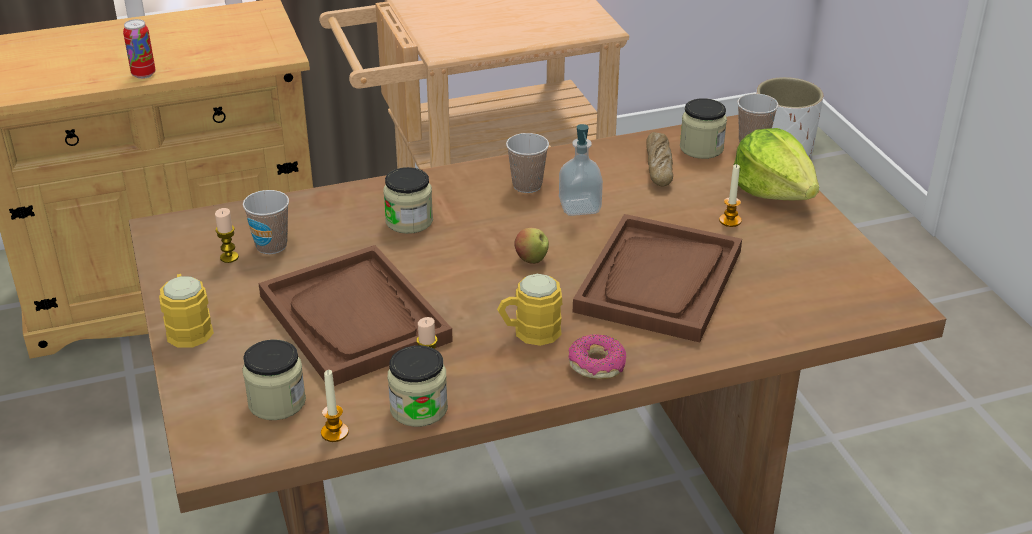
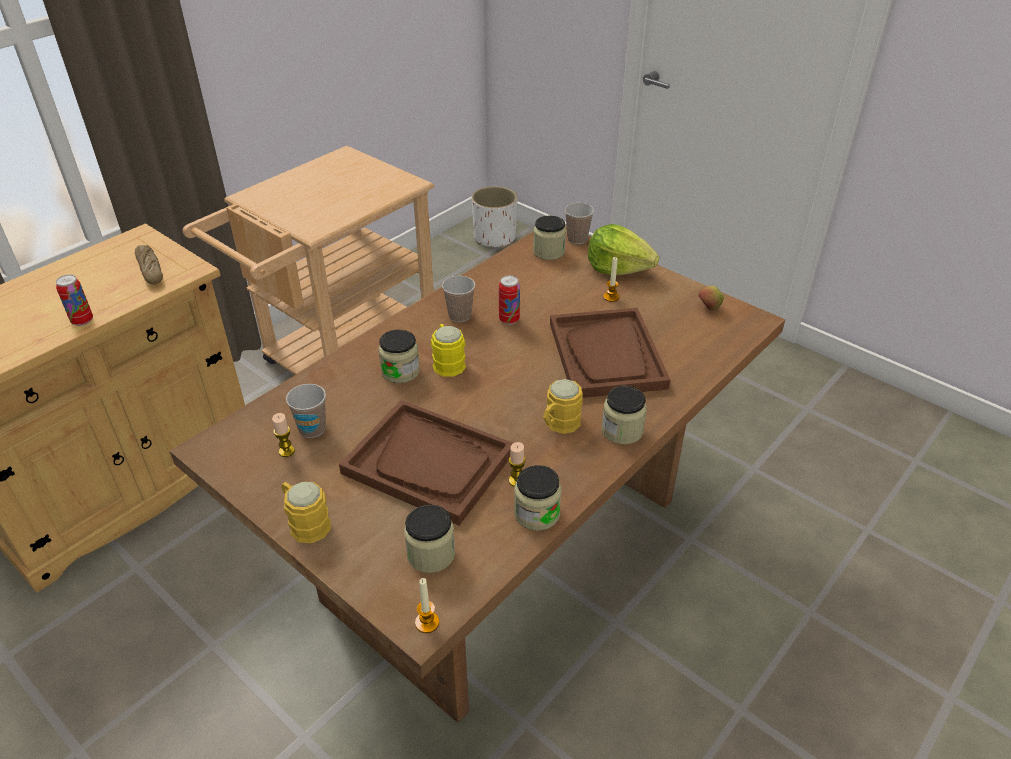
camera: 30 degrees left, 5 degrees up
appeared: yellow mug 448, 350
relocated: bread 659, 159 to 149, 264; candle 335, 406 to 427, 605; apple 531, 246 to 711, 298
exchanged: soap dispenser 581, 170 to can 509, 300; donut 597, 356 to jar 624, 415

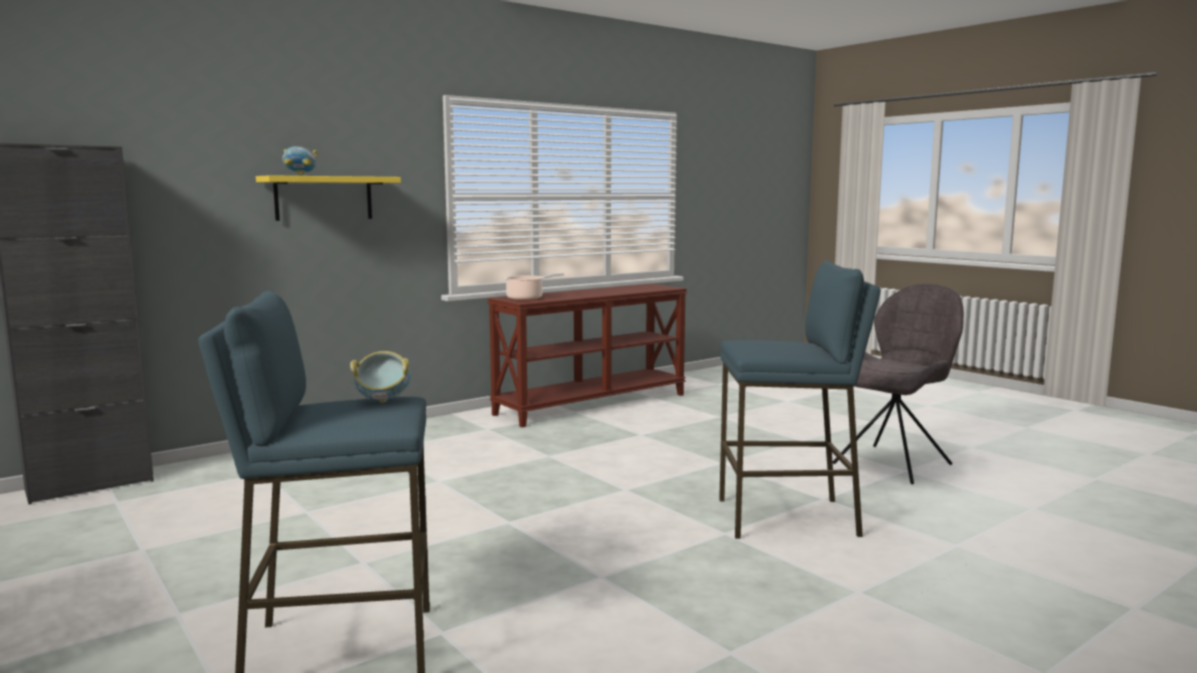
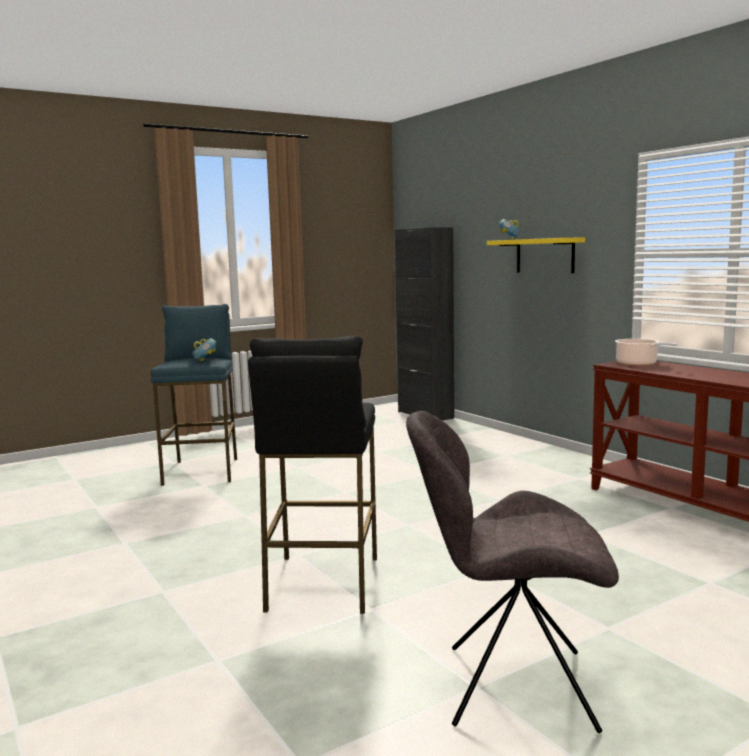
camera: 95 degrees right, 0 degrees up
colour: blue stool 800, 399 to black stool 312, 474
spun: grey chair 898, 384 = 512, 572 135 degrees clockwise

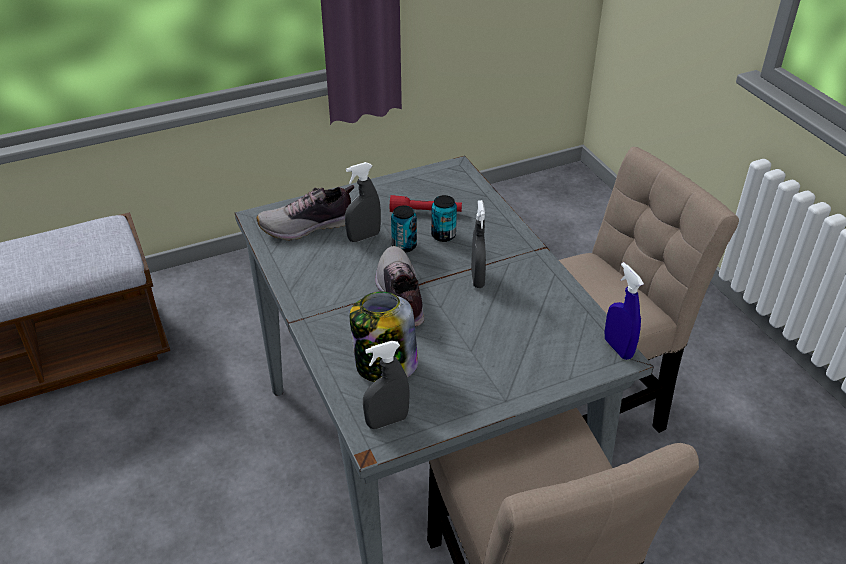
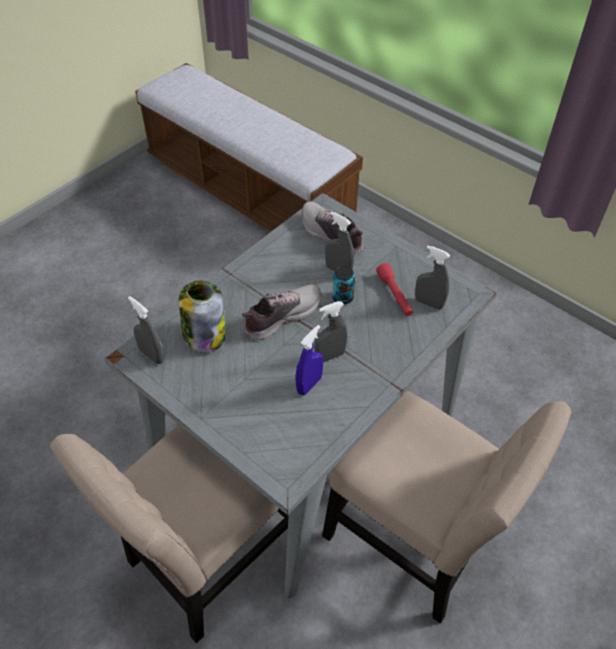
camera: 65 degrees right, 10 degrees up
missing: can 444, 218
appeared: grey spray bottle 432, 278
relocated: blue spray bottle 624, 311 to 309, 360

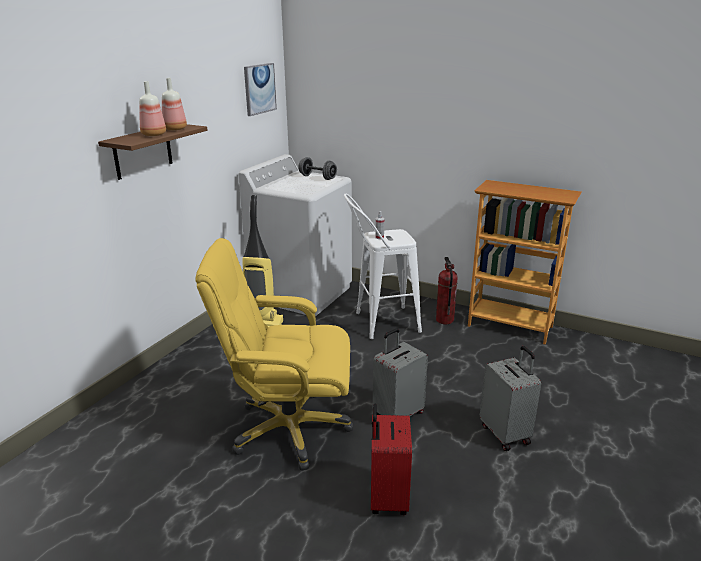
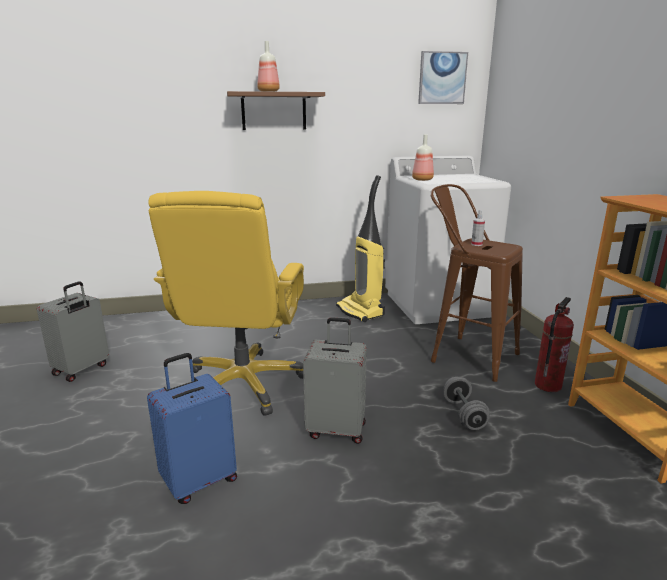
camera: 50 degrees right, 5 degrees down
relocated: grey suitcase 510, 398 to 73, 331; bottle 174, 104 to 423, 158; grey dumbbell 317, 168 to 466, 403
colour: red suitcase 391, 459 to blue suitcase 192, 428; white stool 383, 266 to brown stool 476, 283
spun: yellow office chair 274, 354 = 226, 303 135 degrees counterclockwise

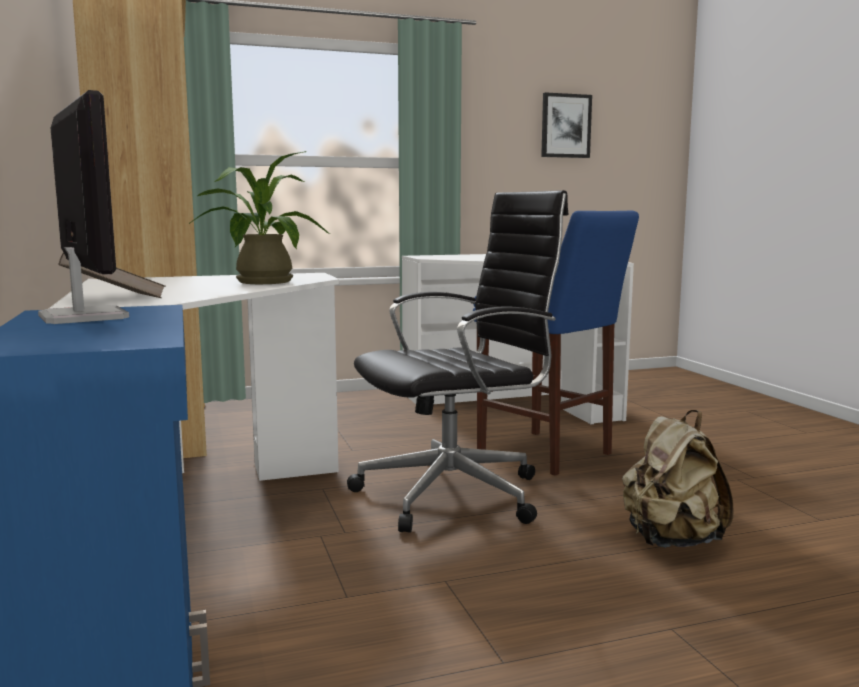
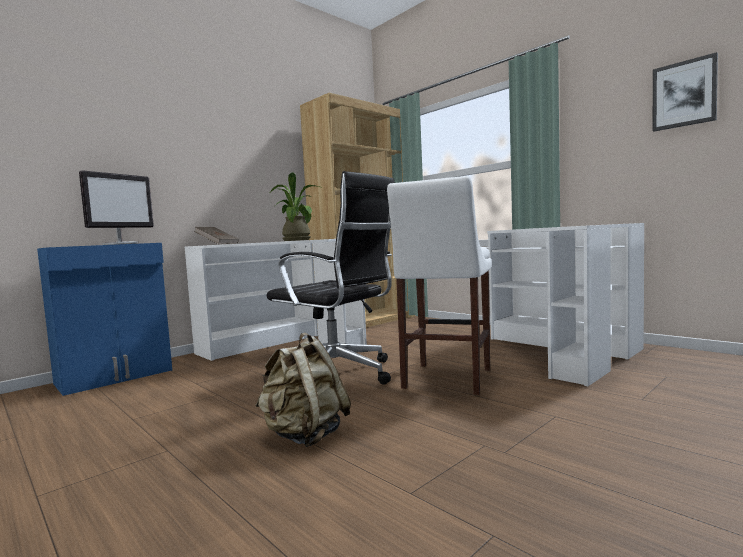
camera: 65 degrees right, 5 degrees down
colour: blue stool 556, 343 to white stool 439, 285

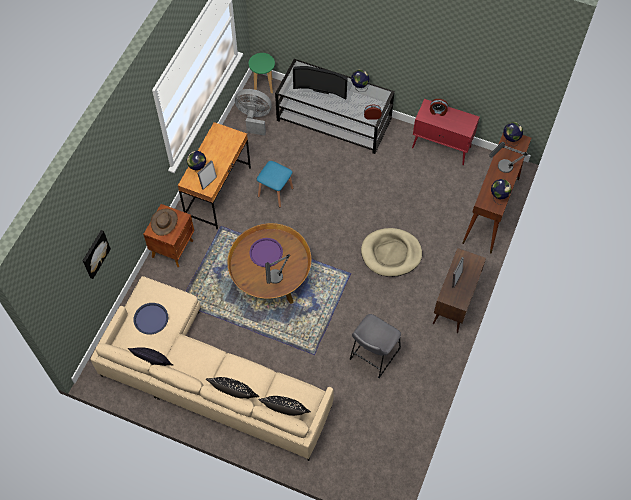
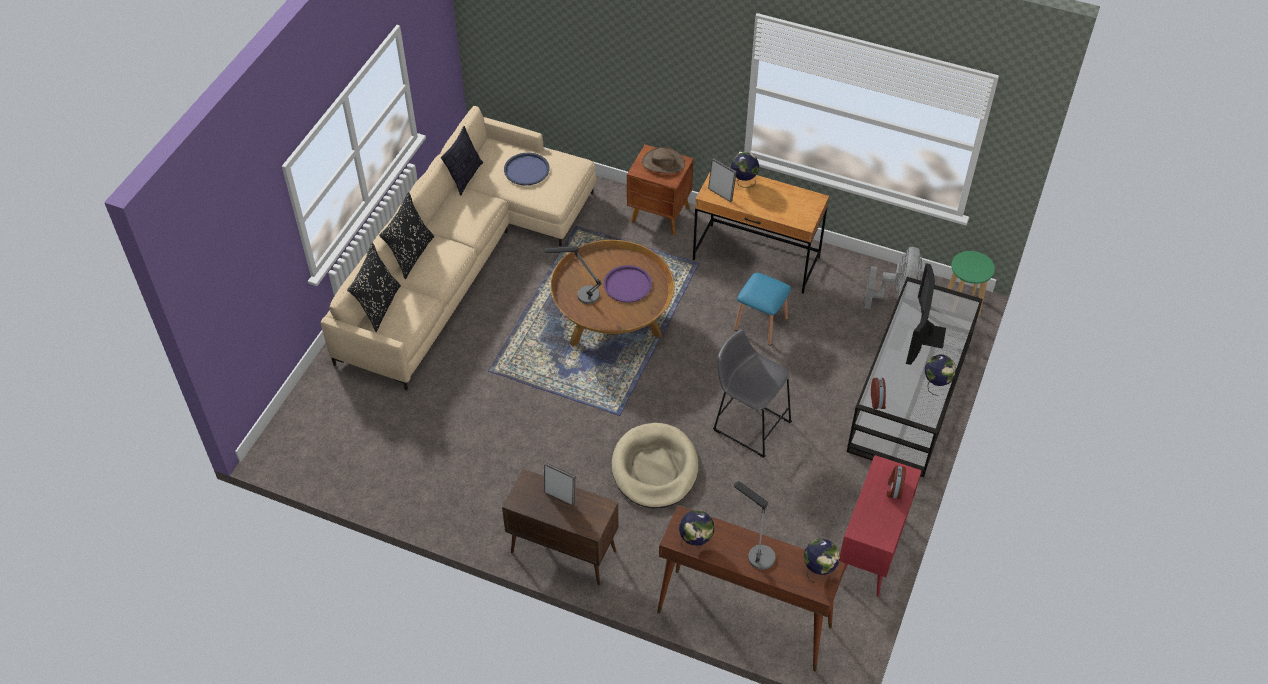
camera: 90 degrees right, 10 degrees down
missing: picture 96, 254
relocated: grey stool 375, 346 to 752, 393

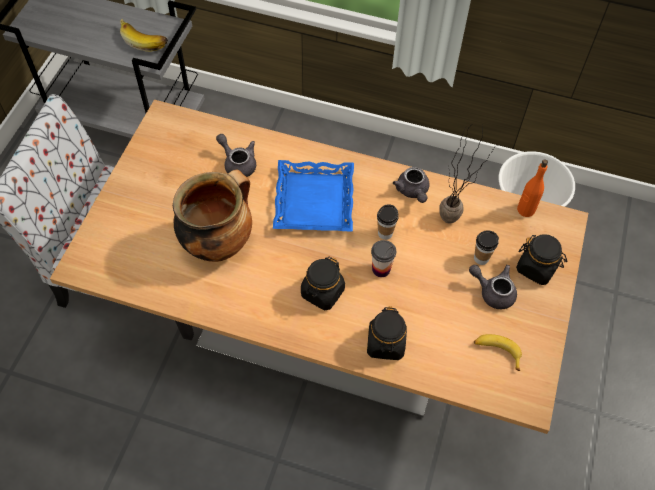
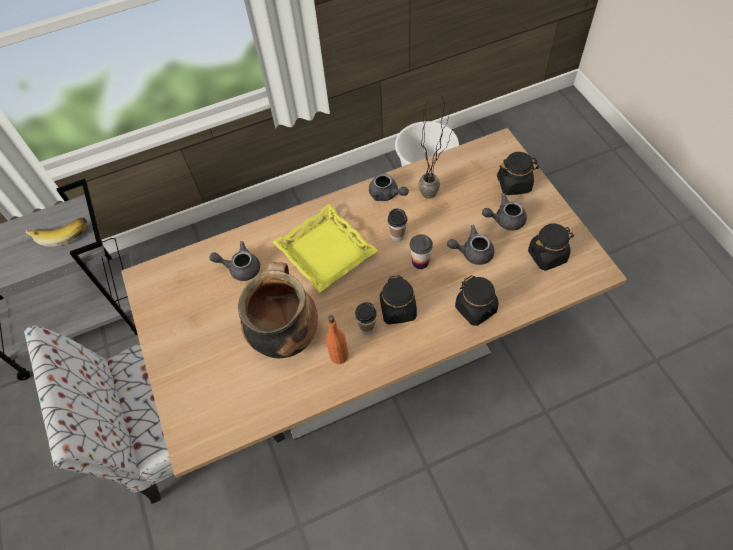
camera: 35 degrees left, 0 degrees up
appeared: grey teapot 471, 245
relocated: orange bottle 532, 188 to 337, 339; cup 486, 248 to 366, 318
exchanged: banana 498, 352 to black jar 551, 247
colour: blue tray 313, 196 to yellow tray 325, 248

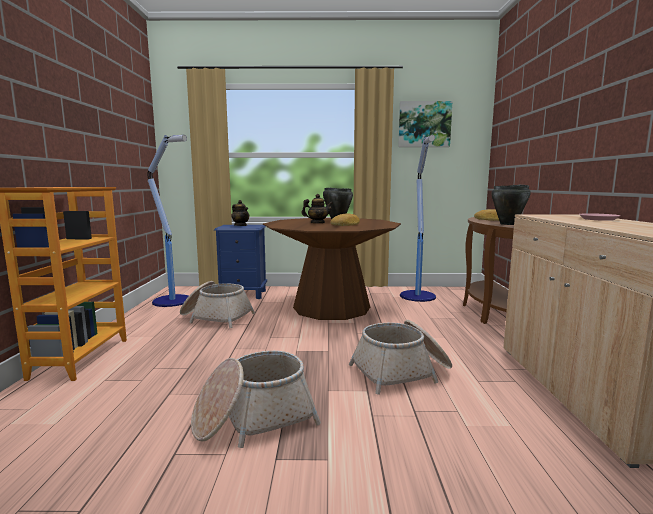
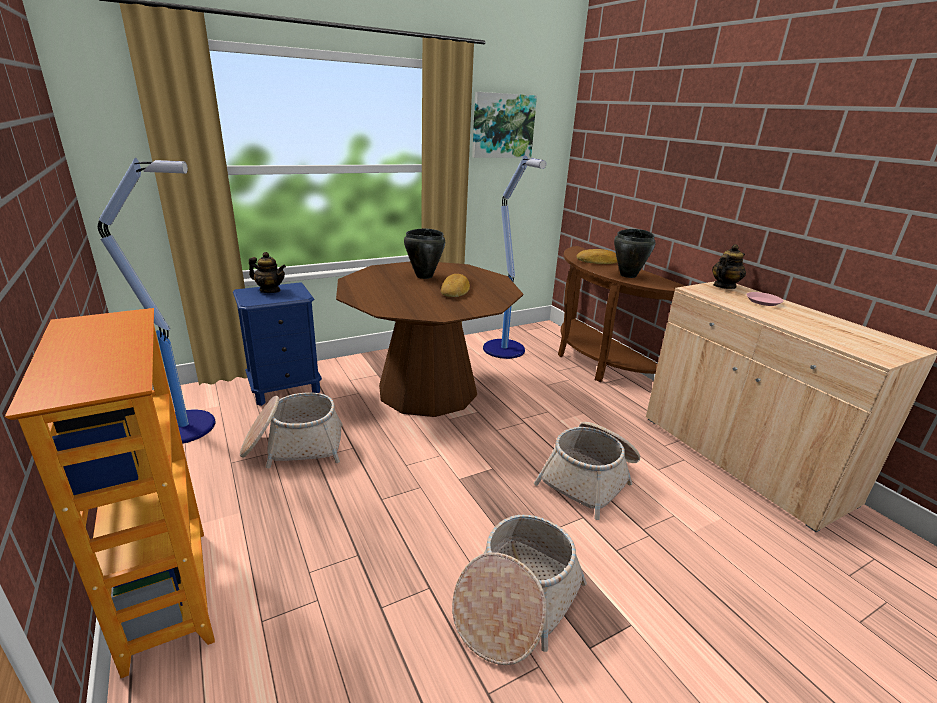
camera: 30 degrees left, 15 degrees up
relocated: teapot 317, 208 to 729, 266

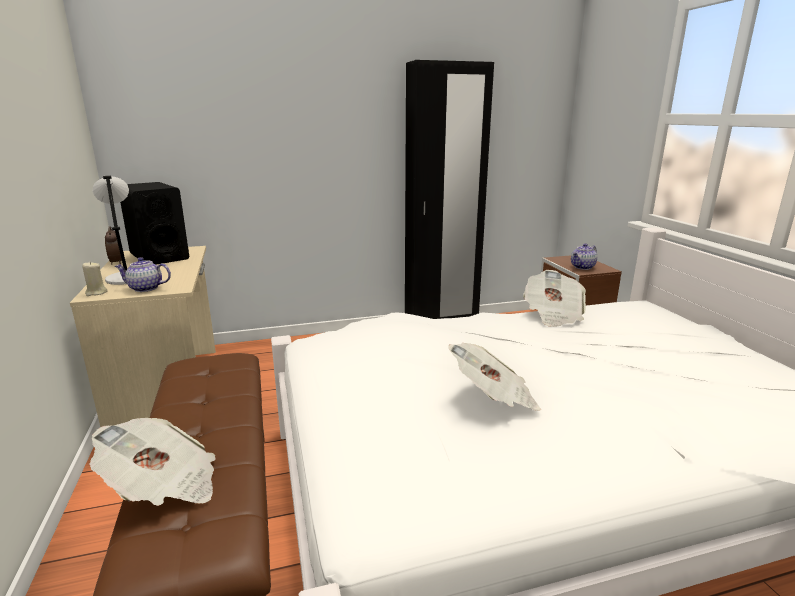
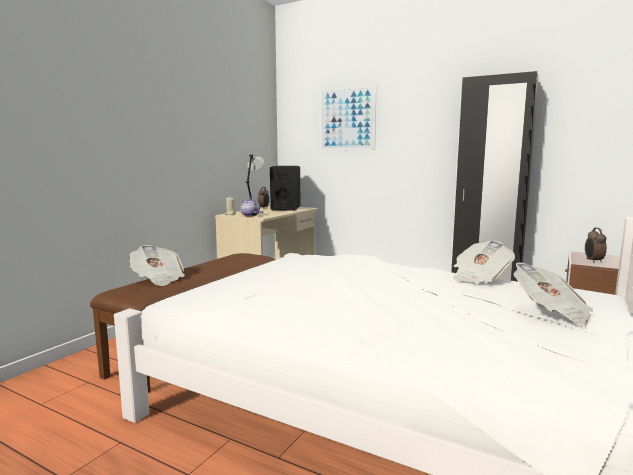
camera: 45 degrees right, 10 degrees down
appeared: picture 348, 117
relocated: newspaper 494, 377 to 553, 294
exchanged: teapot 584, 256 to alarm clock 596, 245

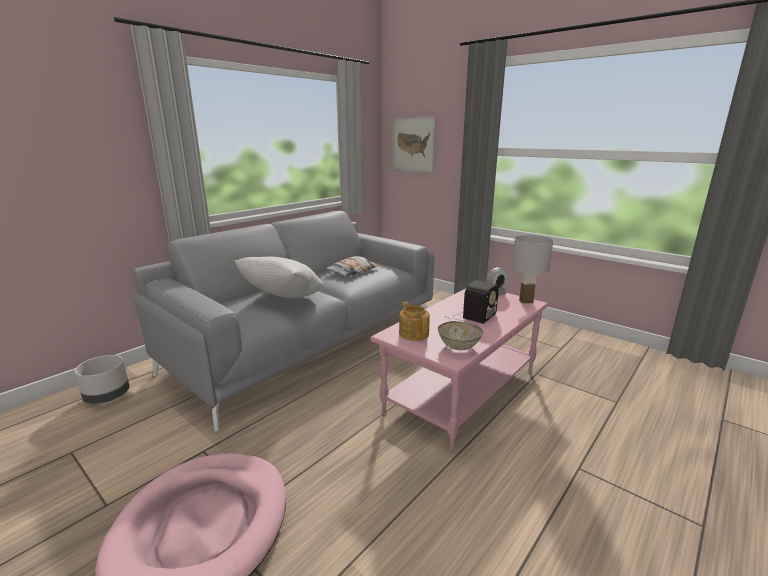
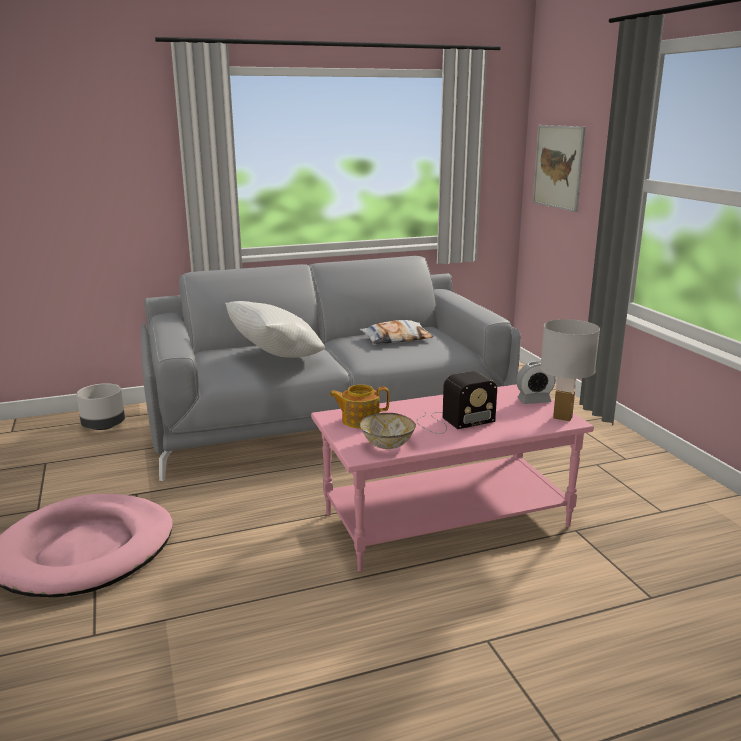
camera: 30 degrees right, 0 degrees up
spun: teapot 414, 321 = 359, 406 105 degrees counterclockwise

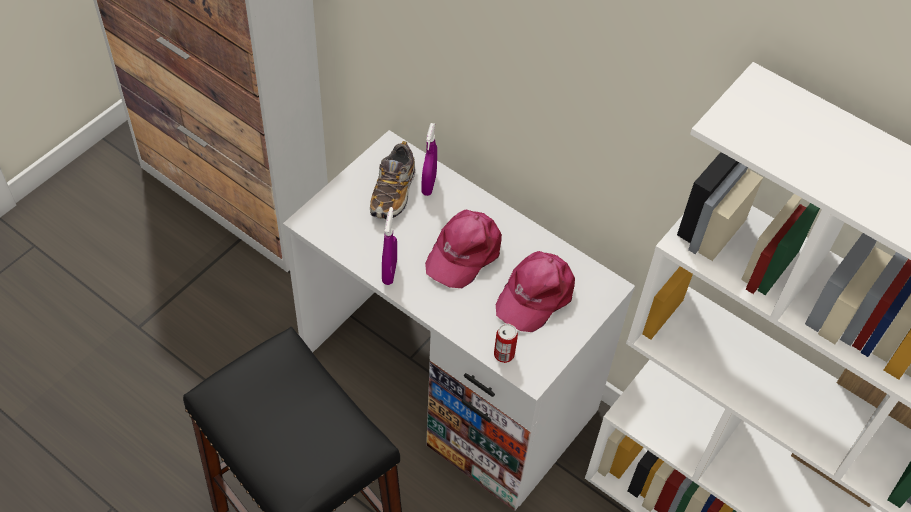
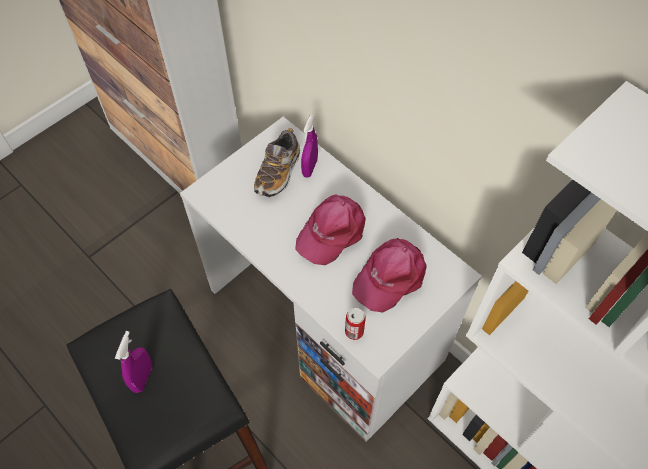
camera: 10 degrees right, 5 degrees up
relocated: purple spray bottle 389, 246 to 134, 362

